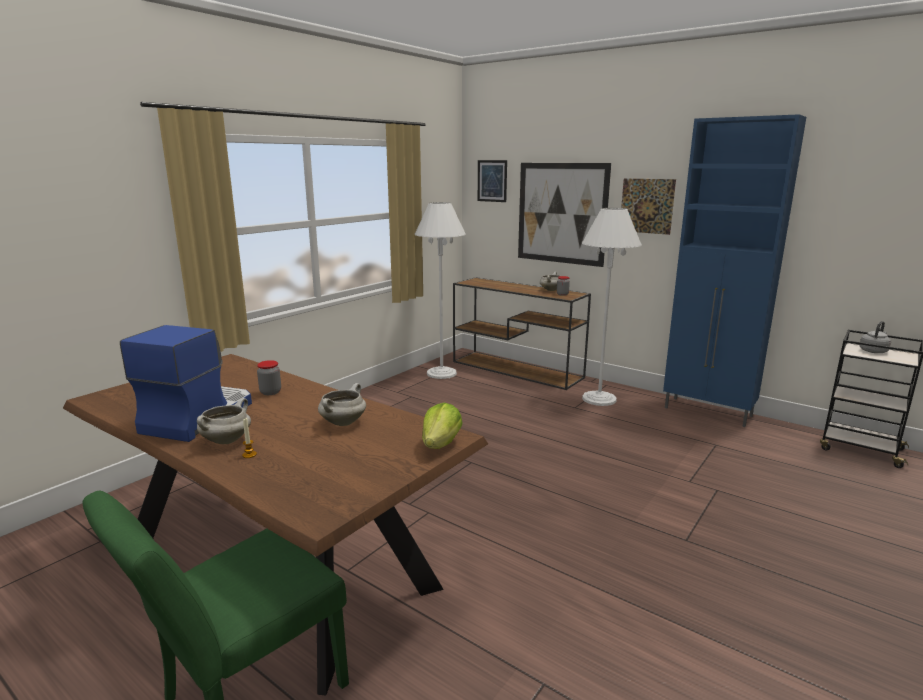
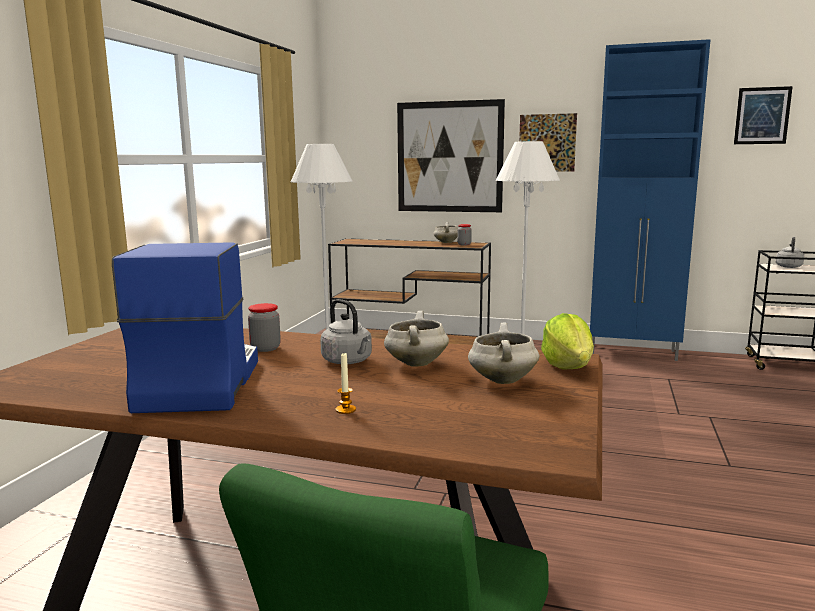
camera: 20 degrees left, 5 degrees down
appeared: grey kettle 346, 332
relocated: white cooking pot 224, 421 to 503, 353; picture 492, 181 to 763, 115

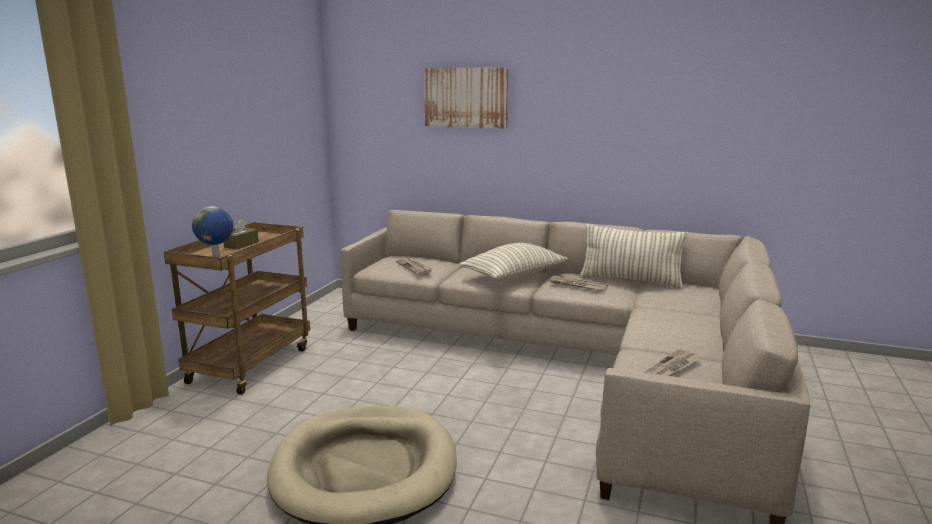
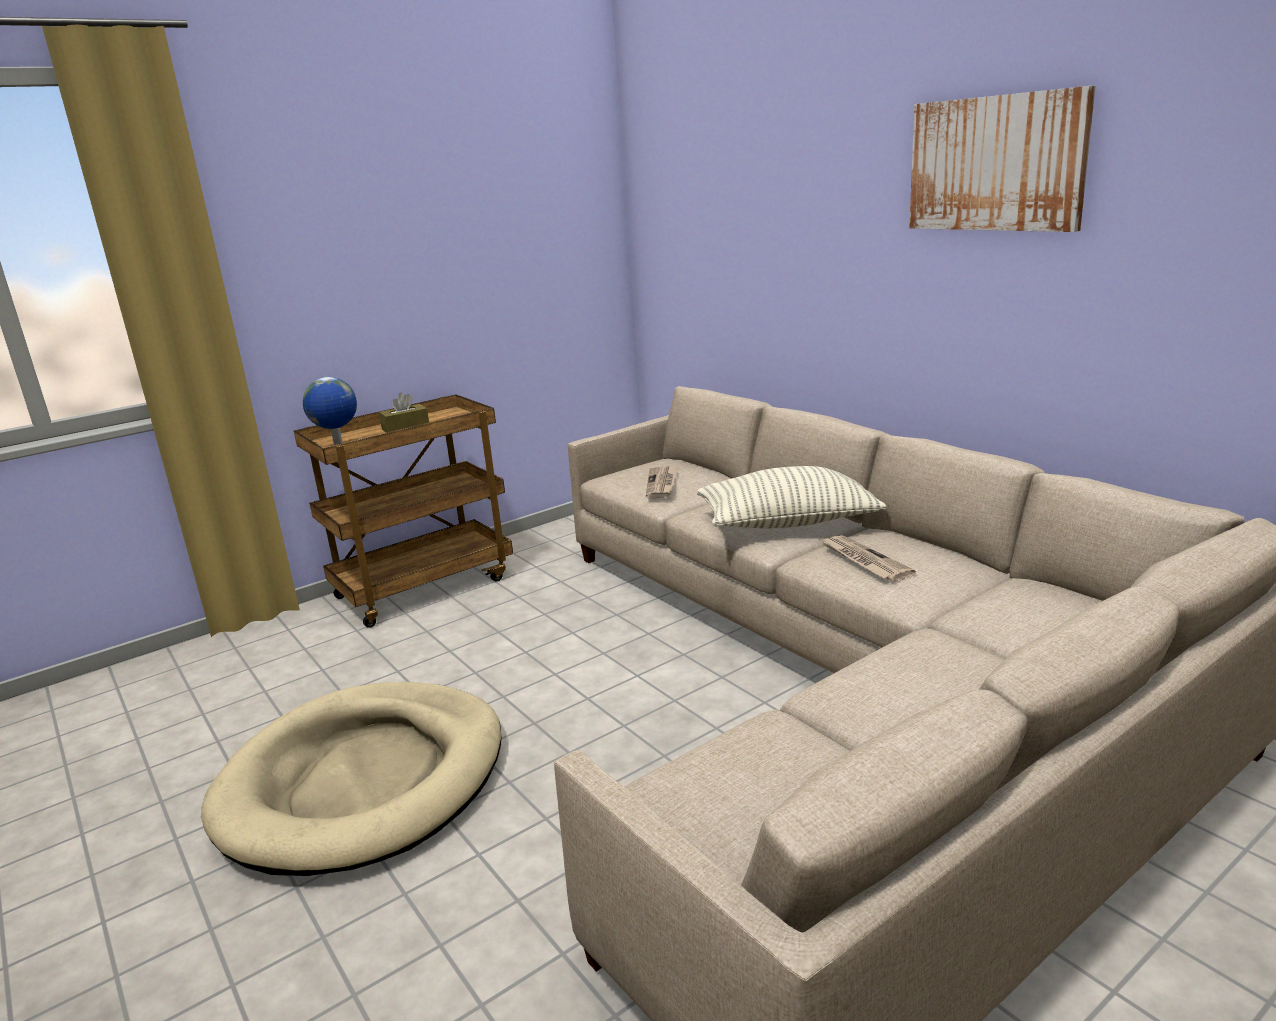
camera: 35 degrees right, 5 degrees up
missing: pillow 633, 256; newspaper 673, 362
relocated: picture 466, 98 to 1002, 159

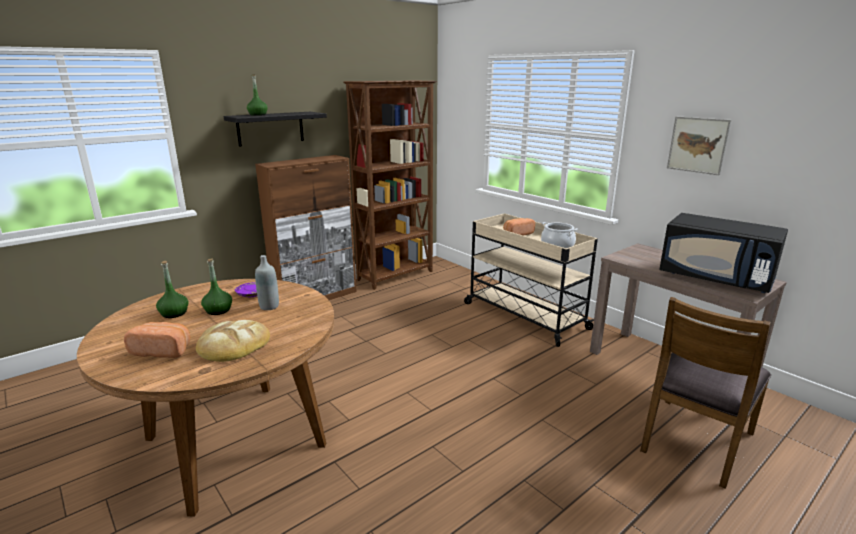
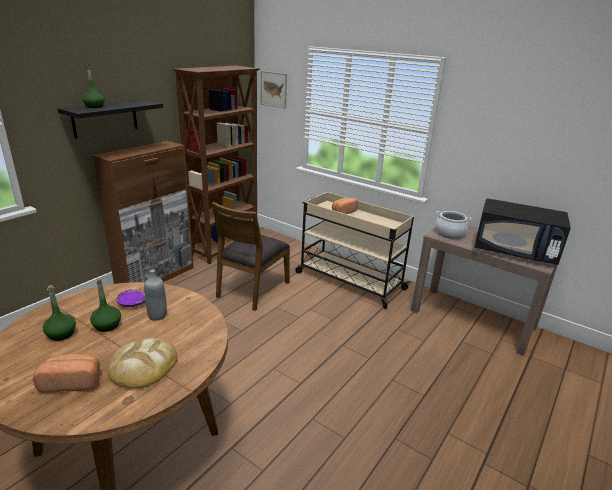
camera: 15 degrees left, 5 degrees up
relocated: brown chair 705, 393 to 251, 256; picture 699, 145 to 274, 90; cooking pot 559, 235 to 453, 225

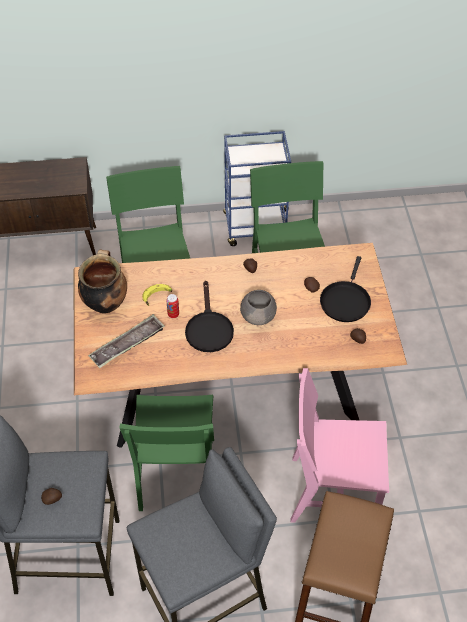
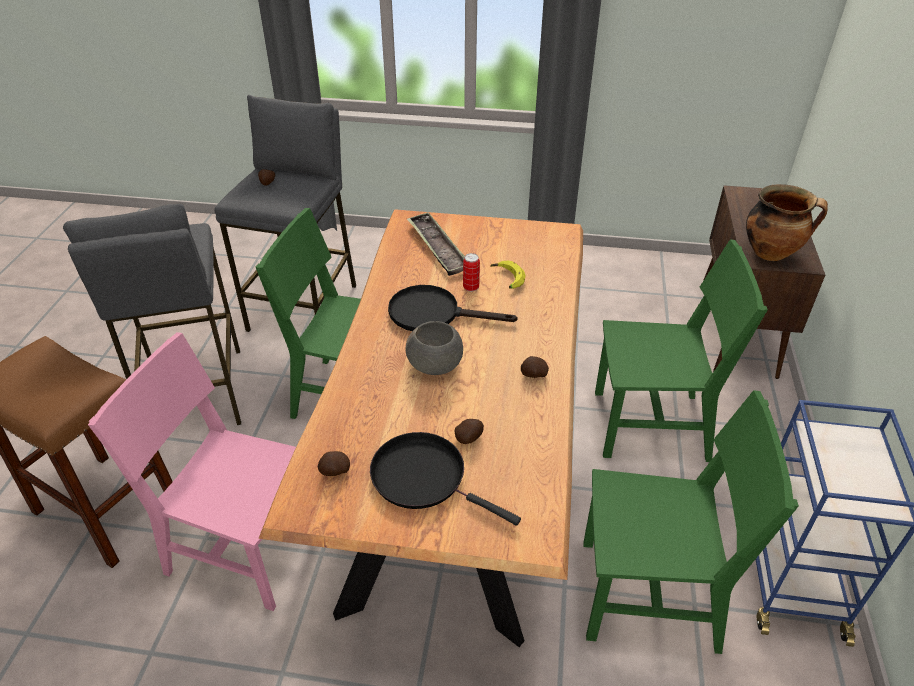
camera: 105 degrees right, 10 degrees down
relocated: cooking pot 102, 282 to 787, 222
spun: pink chair 340, 445 = 192, 471 90 degrees counterclockwise

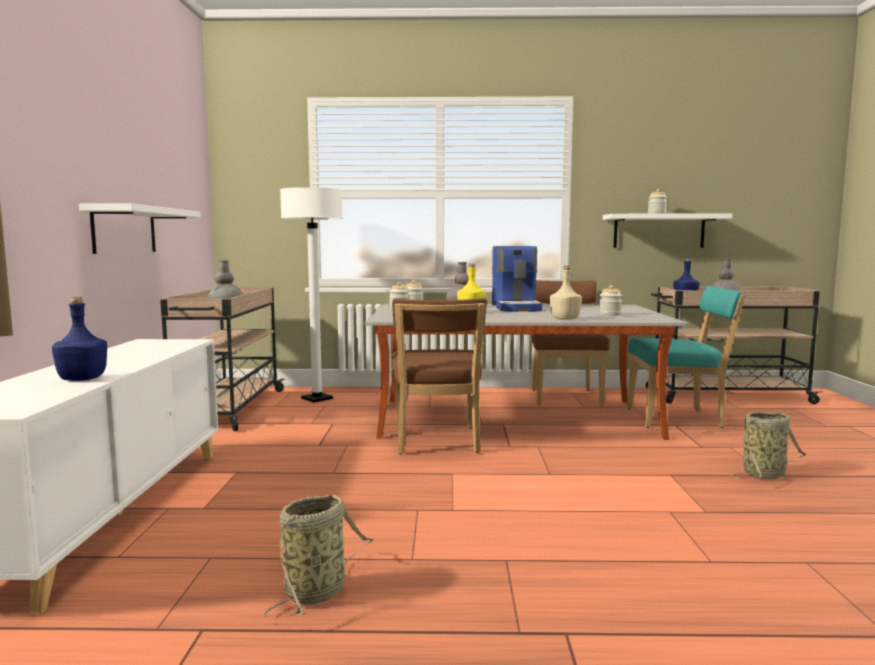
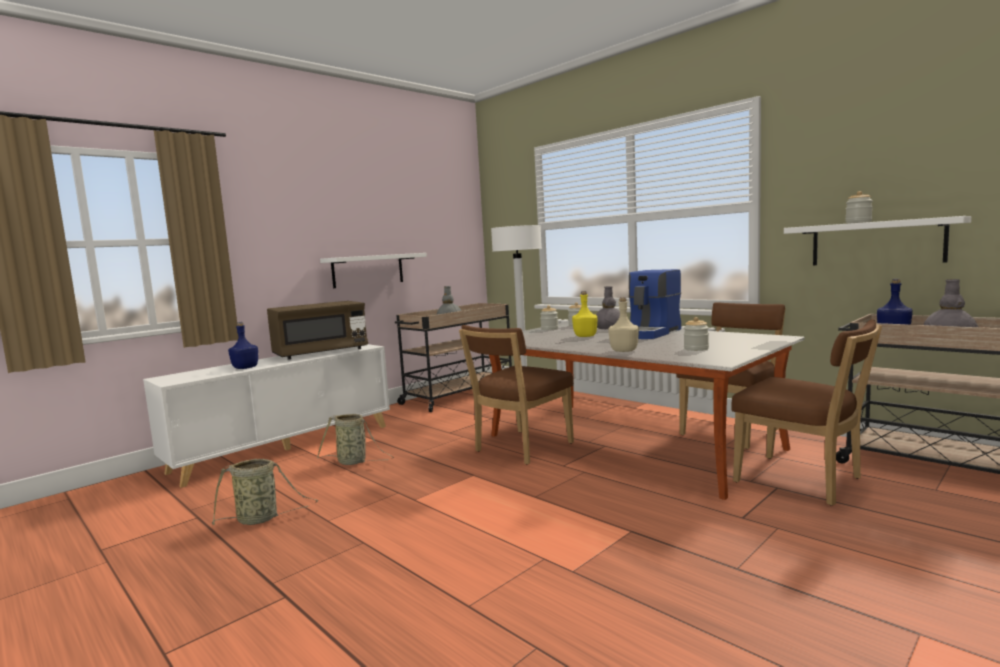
camera: 45 degrees right, 0 degrees up
appeared: brown microwave 317, 330
relocated: basket 768, 445 to 355, 439
colour: turquoise chair 686, 357 to brown chair 806, 412

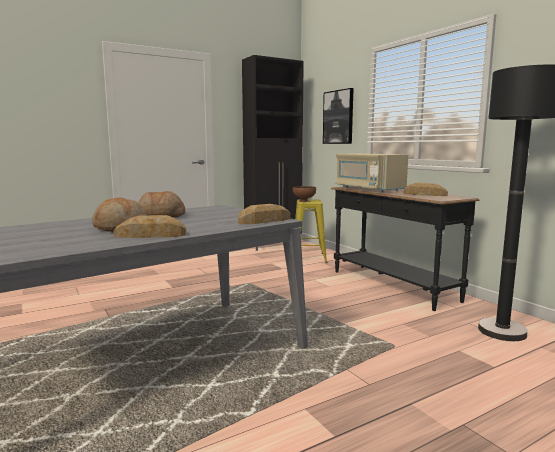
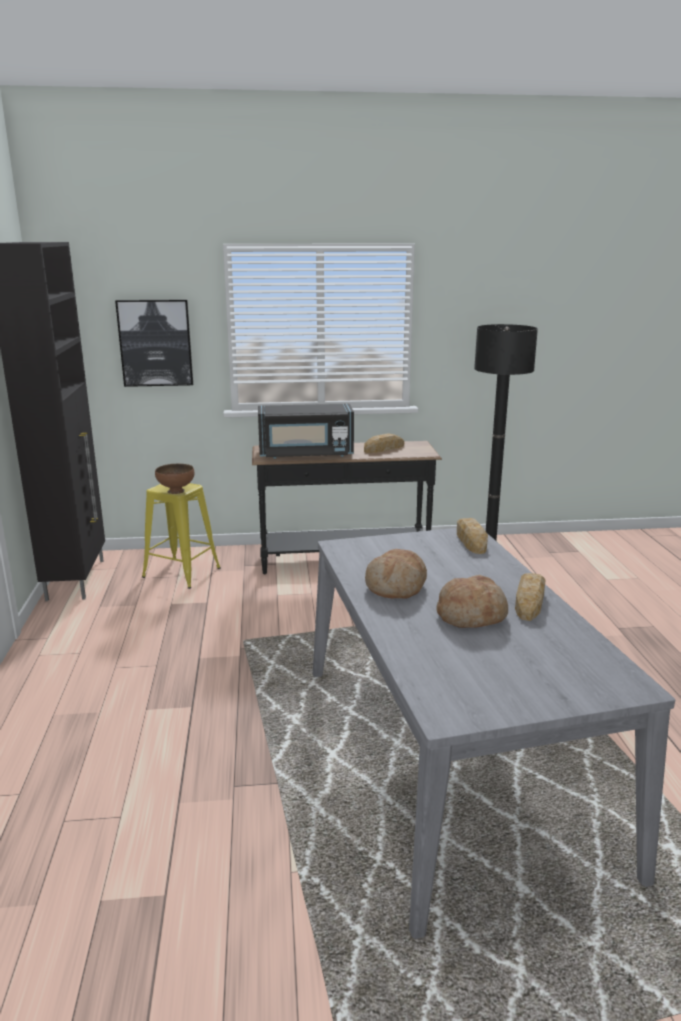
camera: 65 degrees left, 10 degrees up
colour: beige microwave 371, 172 to black microwave 306, 431

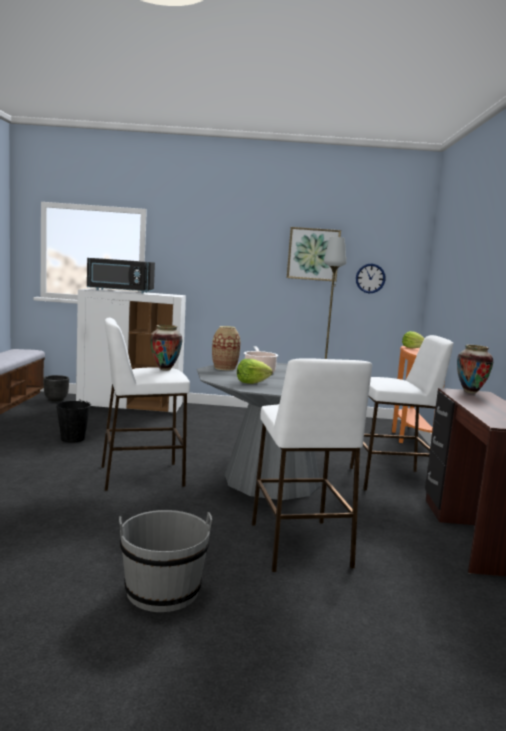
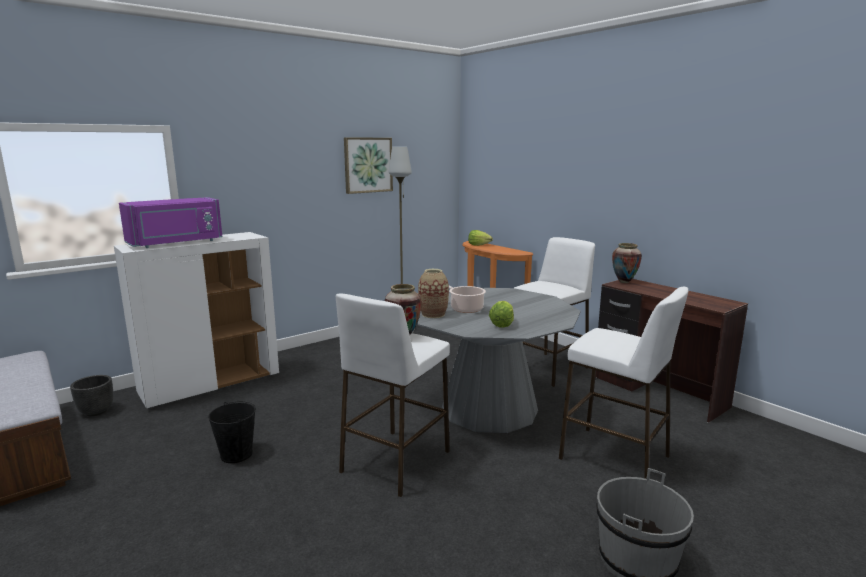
camera: 40 degrees left, 5 degrees up
missing: wall clock 371, 278
colour: black microwave 121, 276 to purple microwave 171, 222

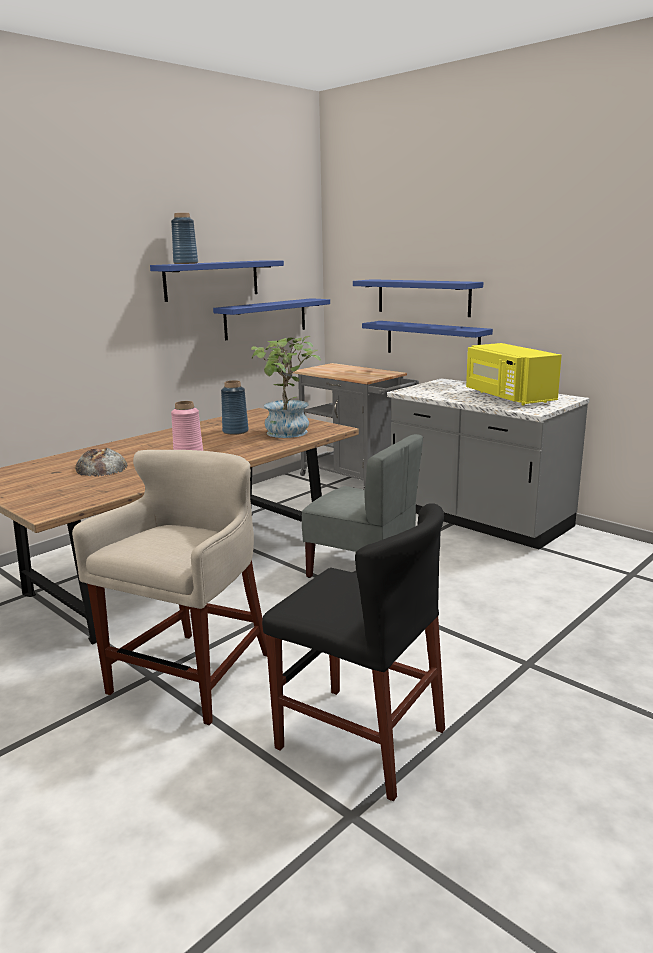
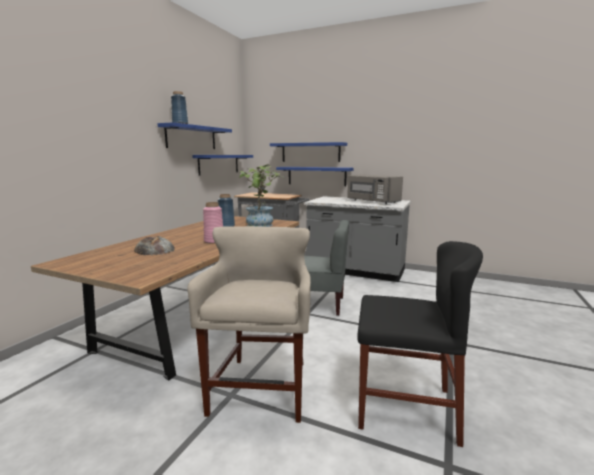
camera: 20 degrees left, 5 degrees down
colour: yellow microwave 514, 374 to grey microwave 375, 189

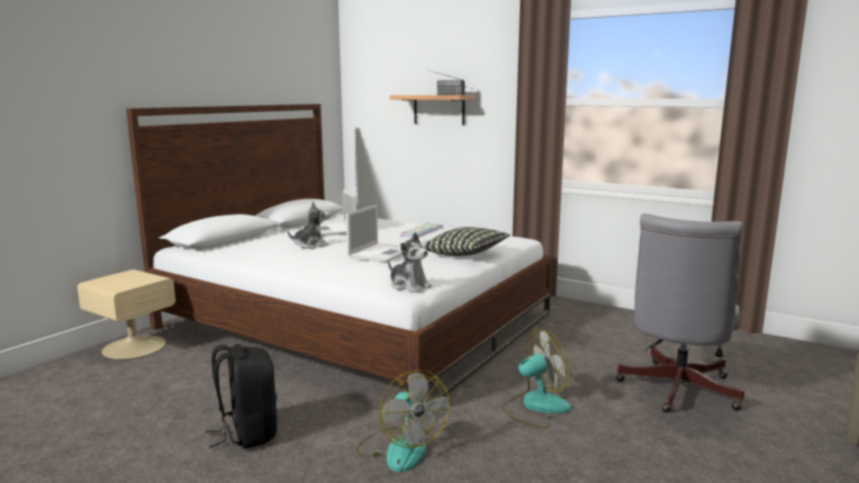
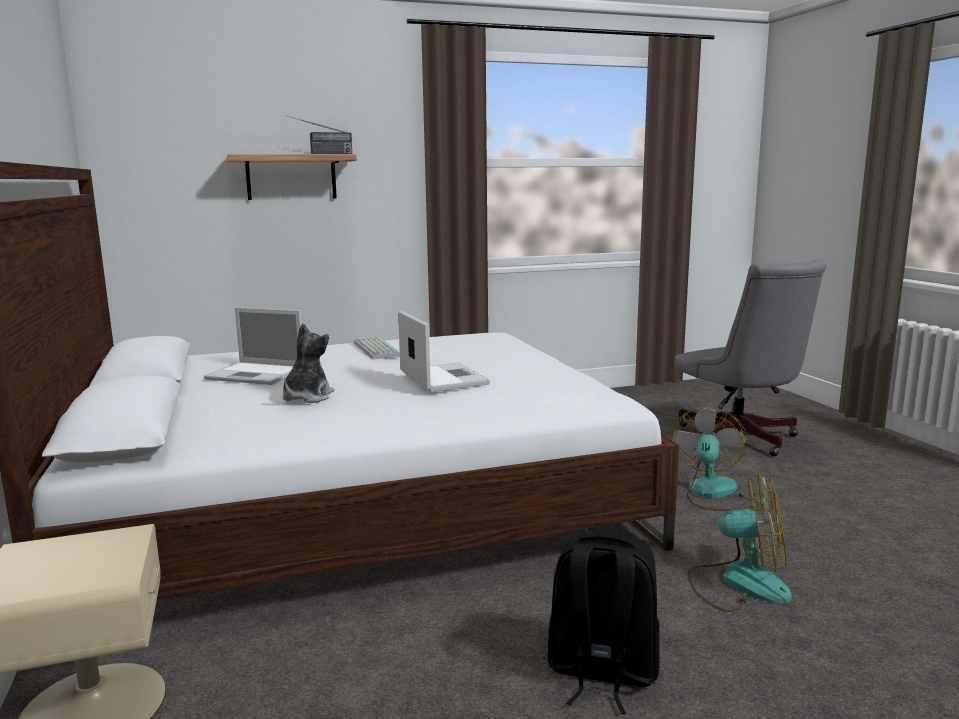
camera: 50 degrees left, 0 degrees up
missing: plush toy 410, 262; pillow 466, 241

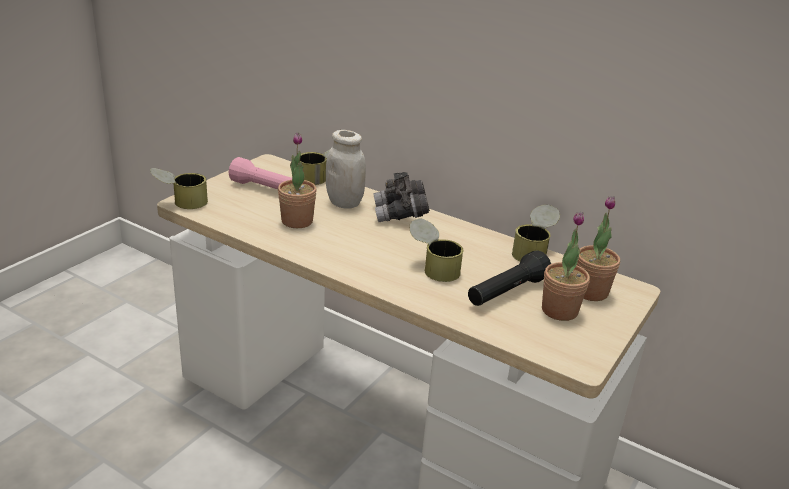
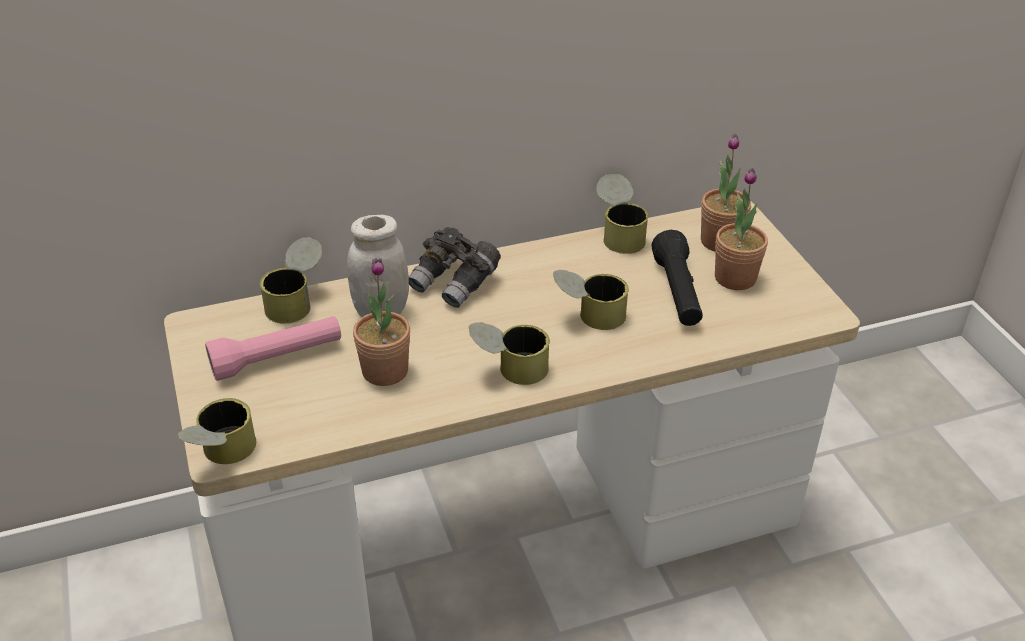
camera: 50 degrees left, 10 degrees up
appeared: can 509, 353

